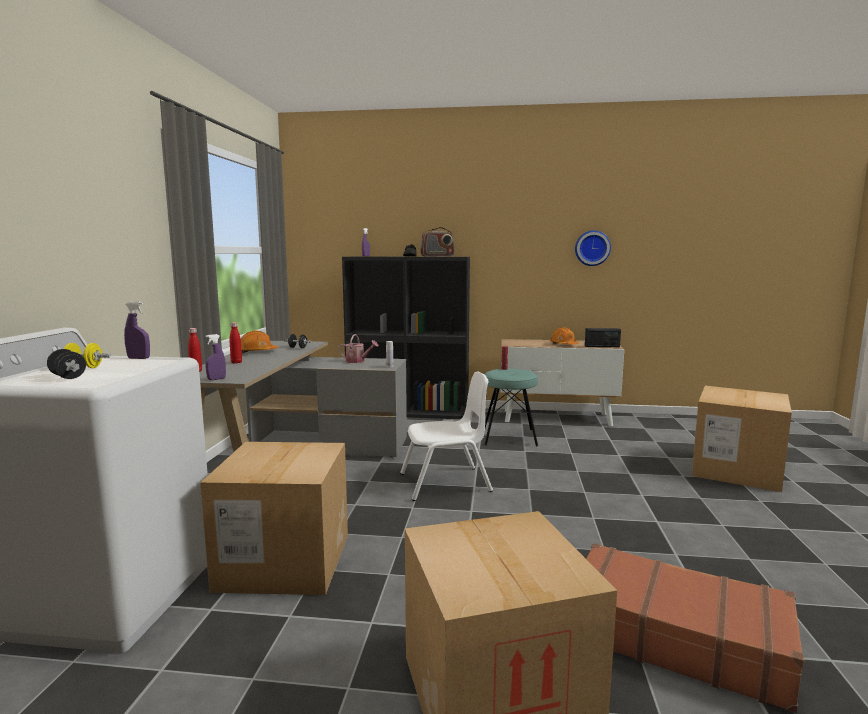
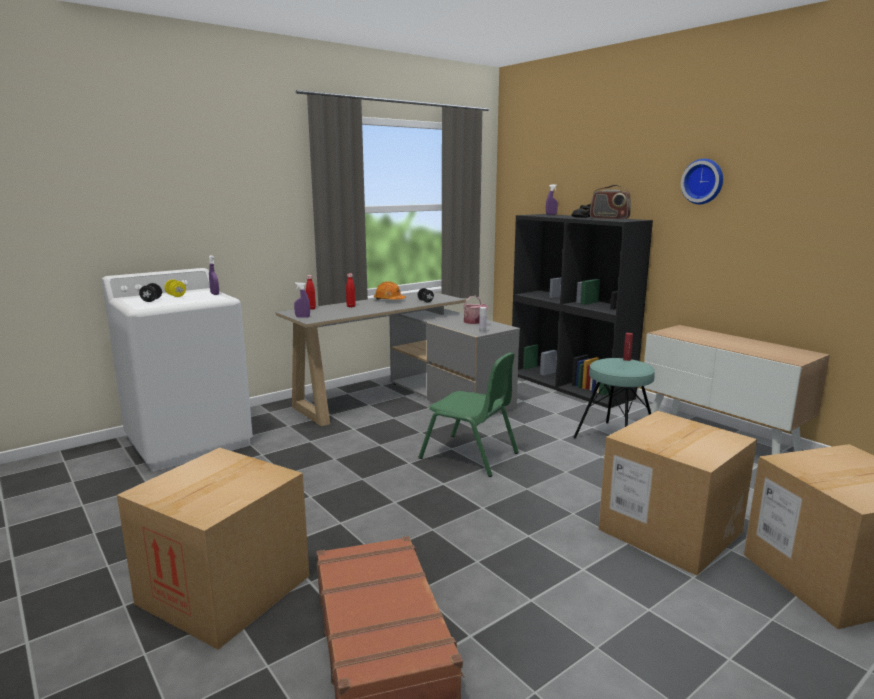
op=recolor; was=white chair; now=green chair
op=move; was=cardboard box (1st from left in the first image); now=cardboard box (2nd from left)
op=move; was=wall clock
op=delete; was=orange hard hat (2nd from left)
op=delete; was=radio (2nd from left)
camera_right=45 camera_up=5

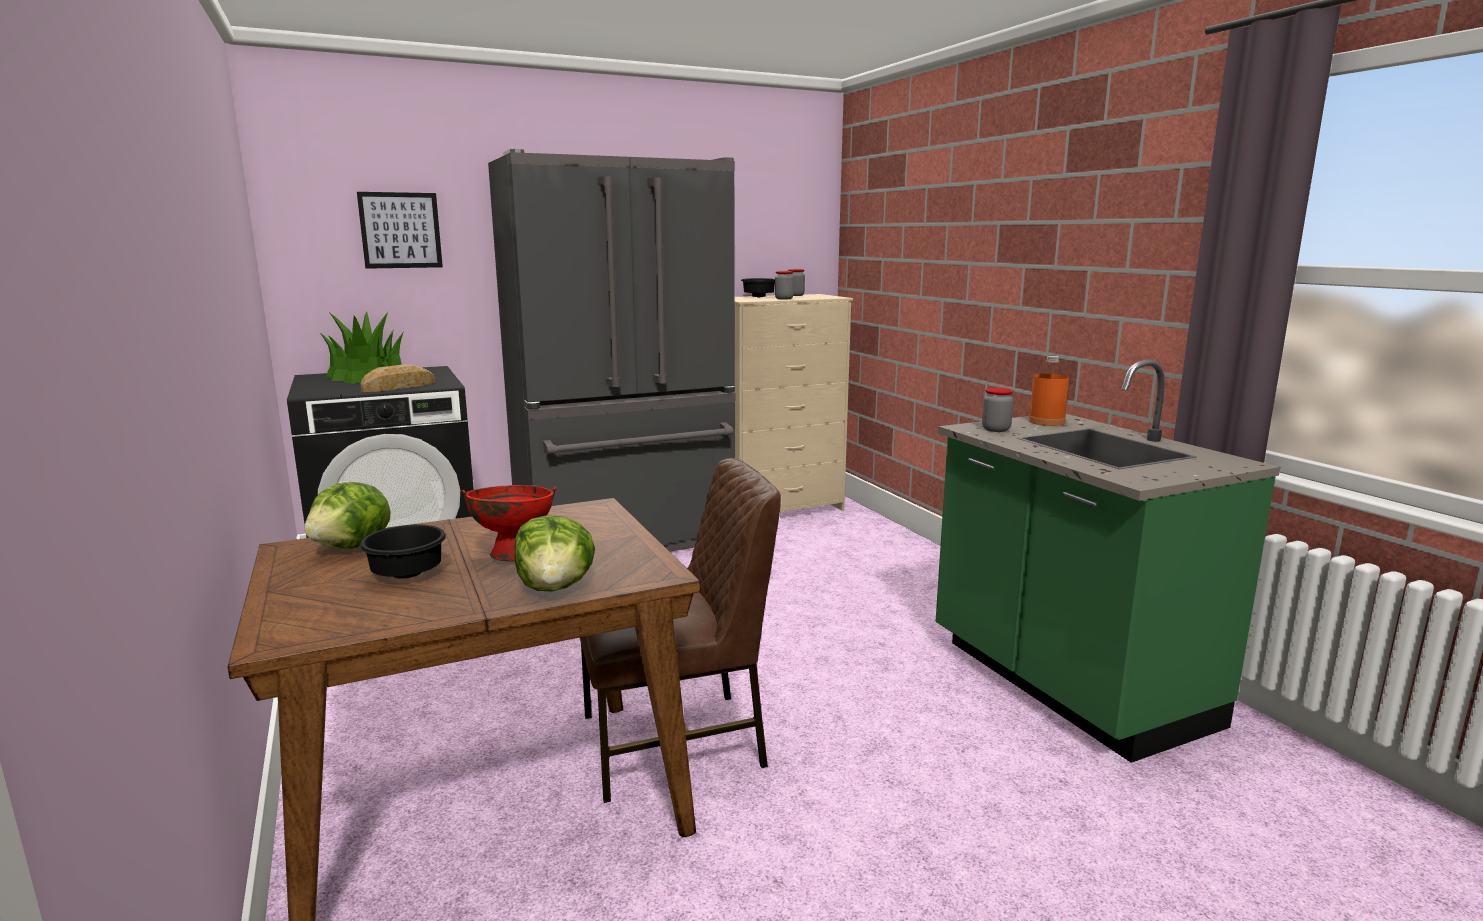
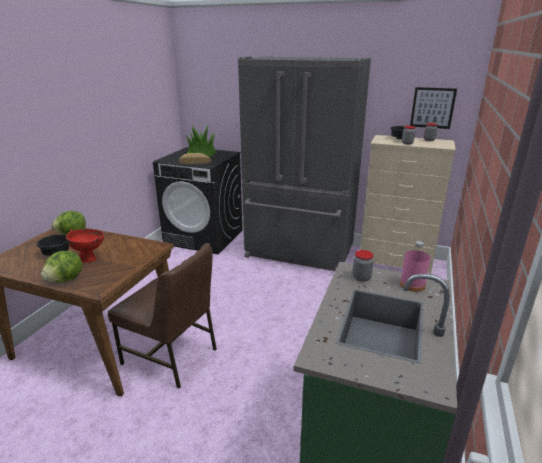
op=recolor; was=orange bottle; now=pink bottle
op=move; was=picture
camera_right=45 camera_up=10

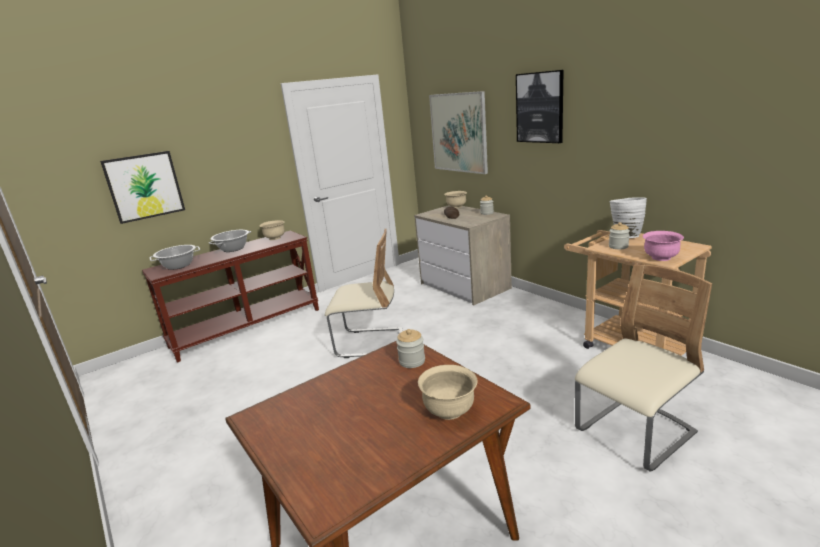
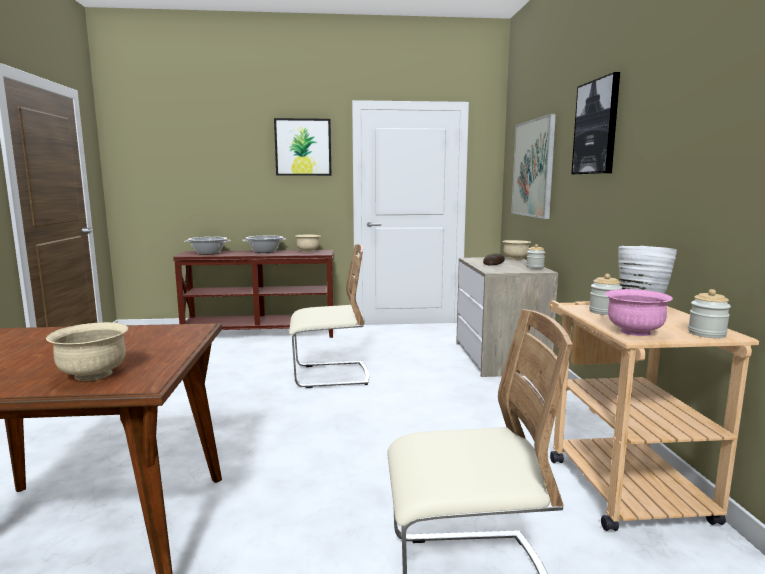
op=move; was=picture (1st from left)
op=rotate; was=beige chair (1st from left); clockwise=-45
op=move; was=jar (1st from left in the first image); now=jar (3rd from left)
camera_right=30 camera_up=-10

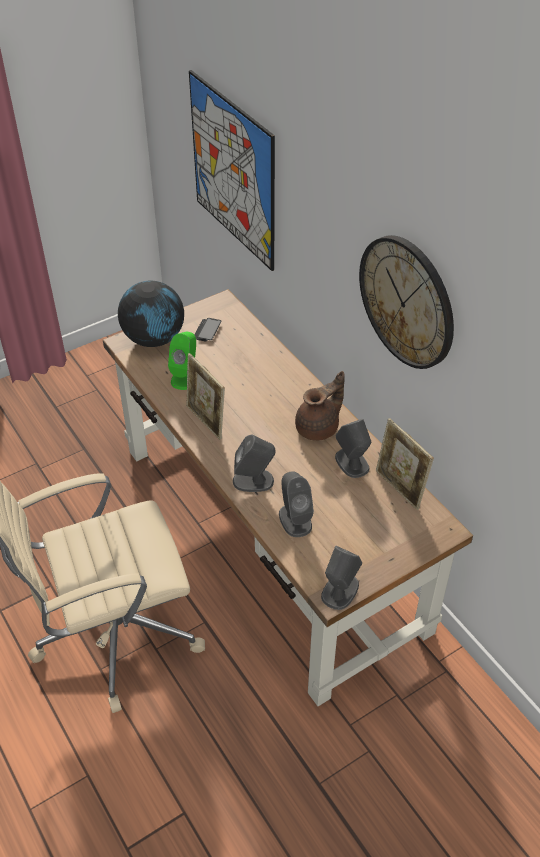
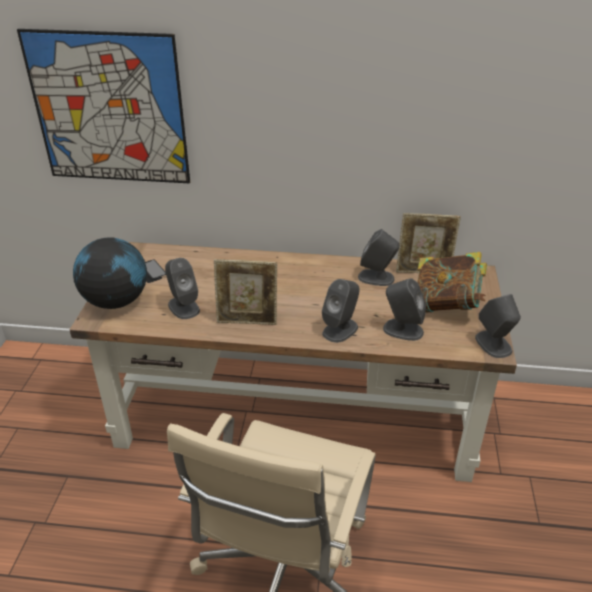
op=recolor; was=green speaker; now=grey speaker (1st from left)
op=insert; now=book
op=delete; was=brown teapot
op=delete; was=wall clock
camera_right=-50 camera_up=-10

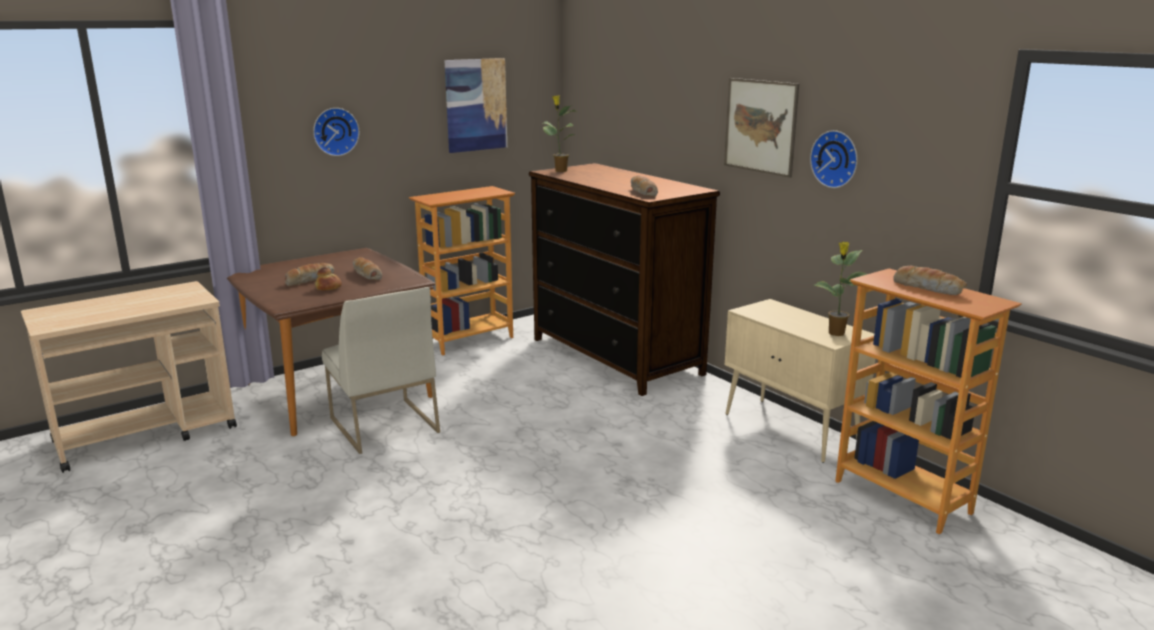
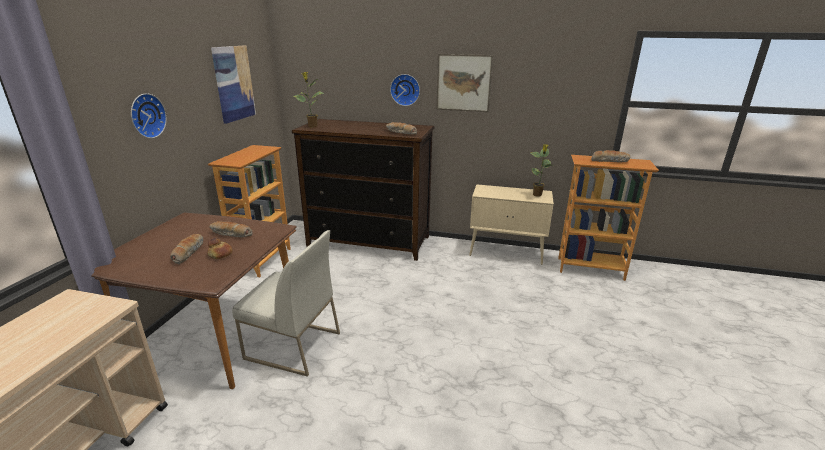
op=move; was=wall clock (2nd from left)
camera_right=-40 camera_up=5

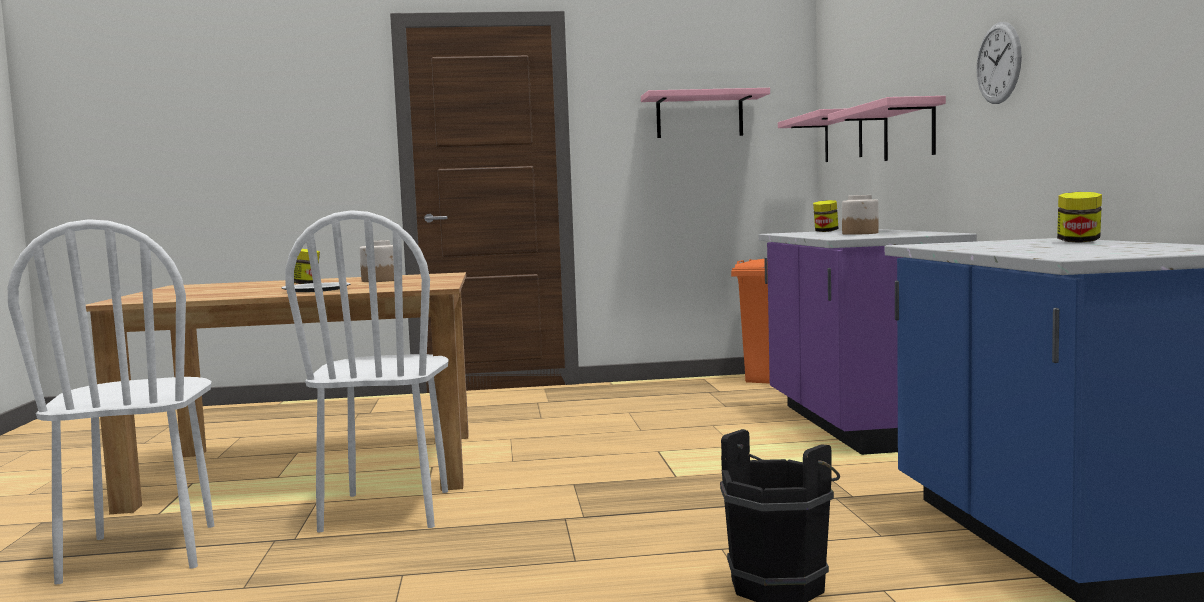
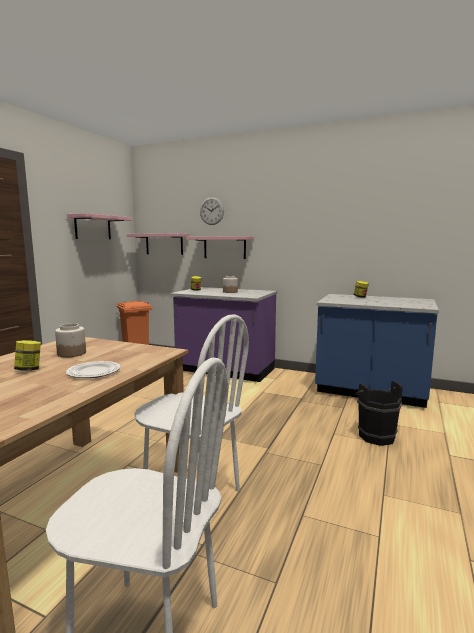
op=move; was=wall clock
camera_right=-60 camera_up=5

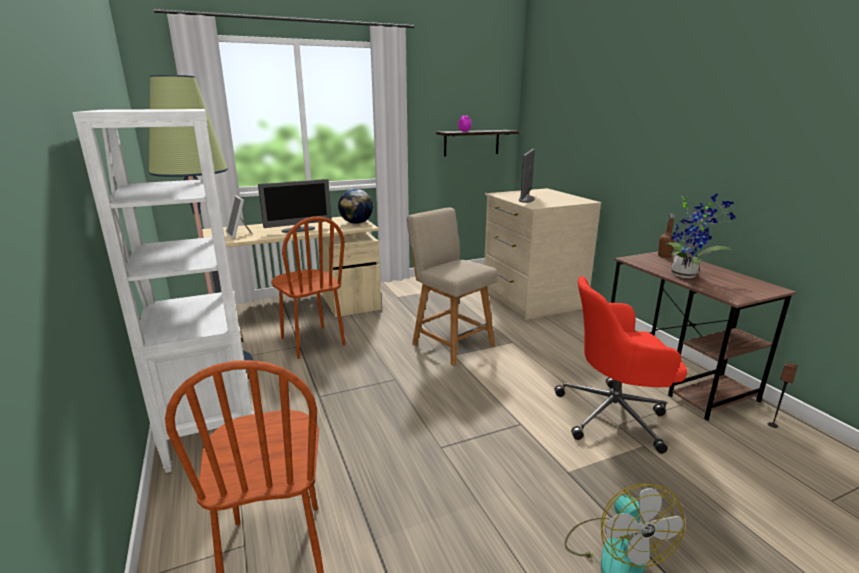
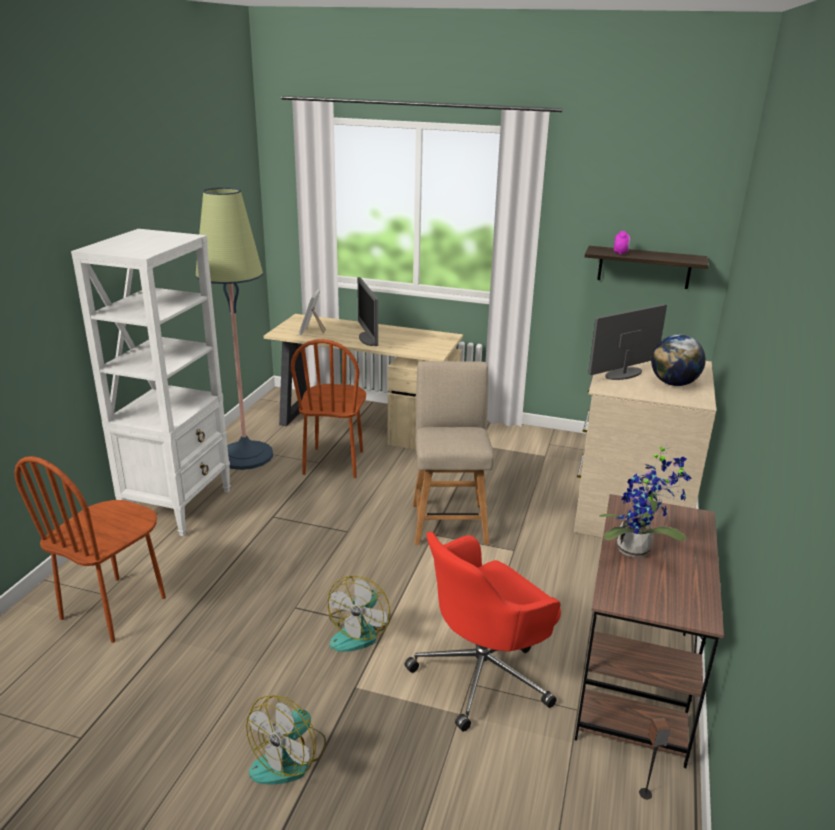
op=insert; now=fan (2nd from left)
op=rotate; was=monitor (1st from left); clockwise=60
op=rotate; was=red office chair; clockwise=-75
op=move; was=globe
op=delete; was=brown bottle
camera_right=40 camera_up=5

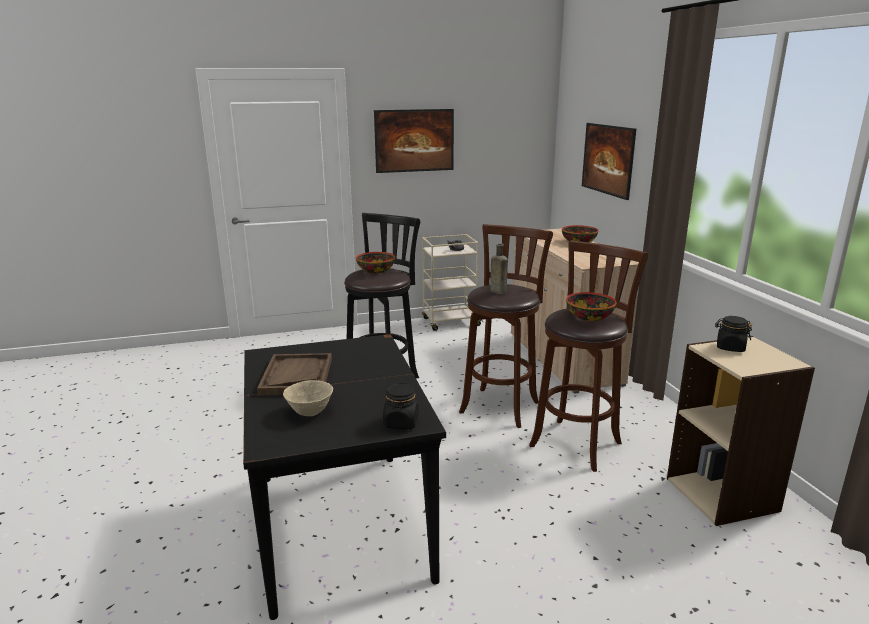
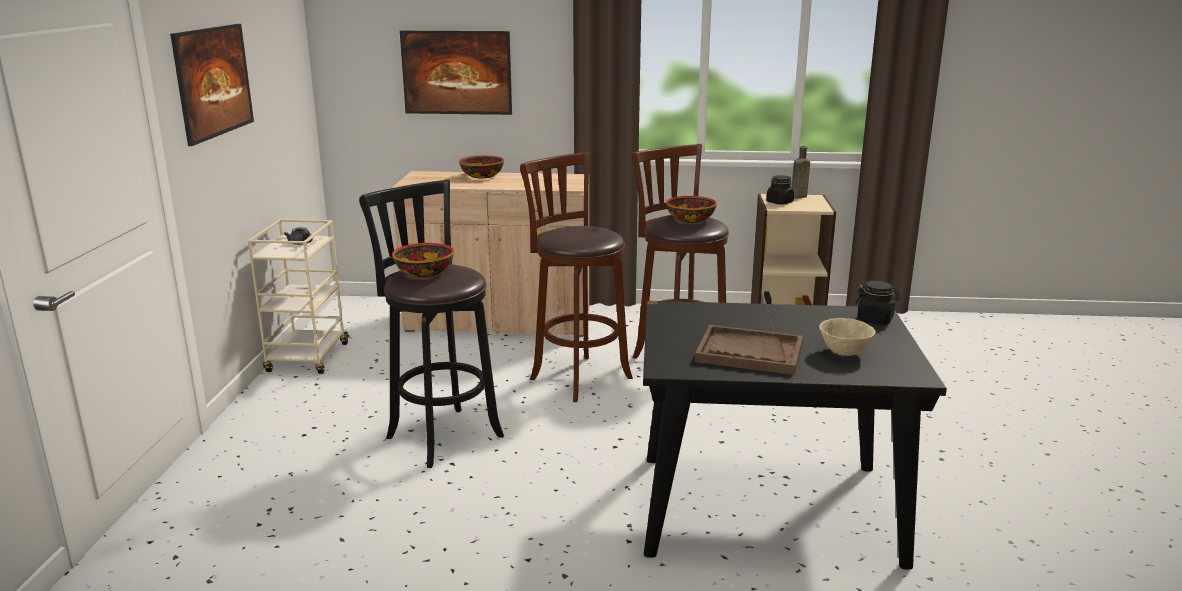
op=move; was=brown bottle
camera_right=-70 camera_up=0

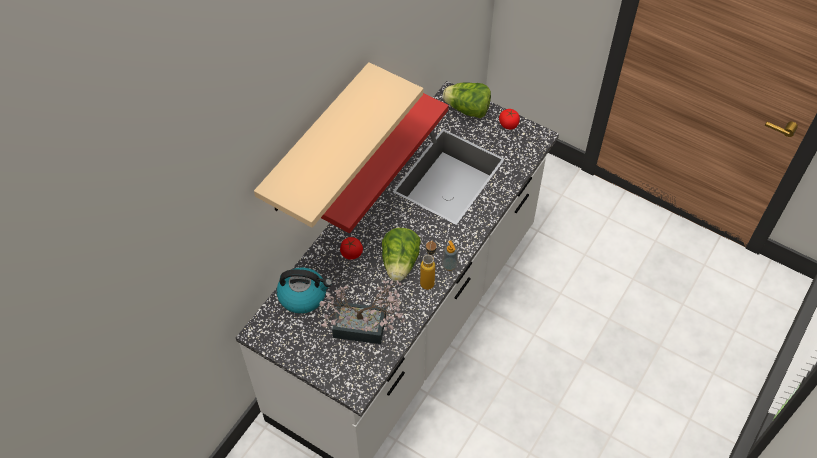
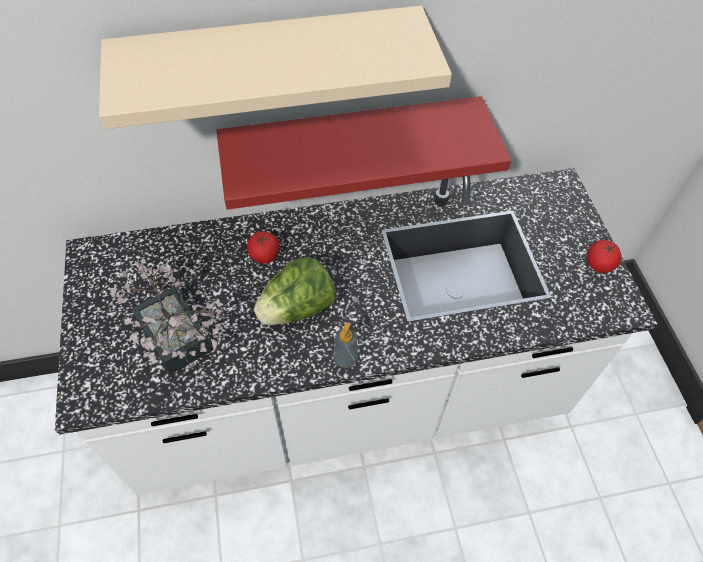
op=delete; was=kettle
op=delete; was=bottle
op=delete; was=lettuce (2nd from left)
camera_right=45 camera_up=0

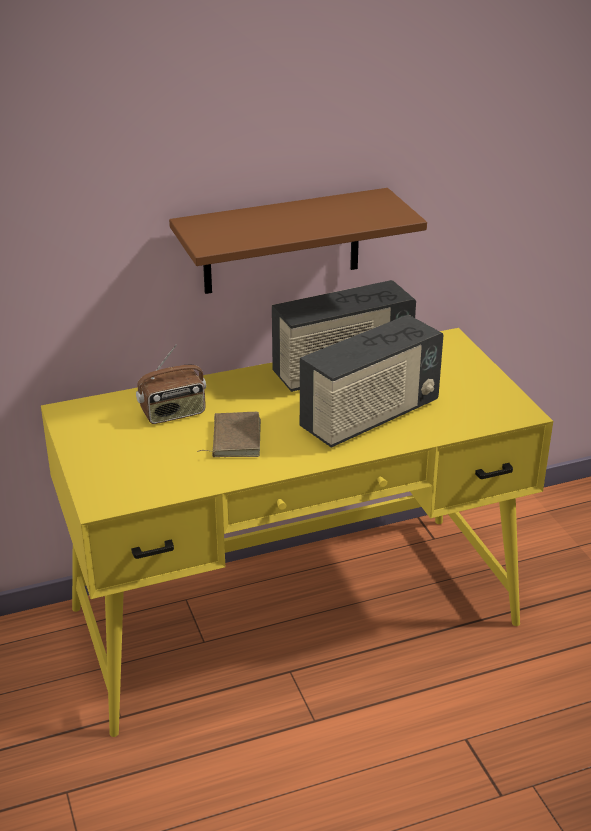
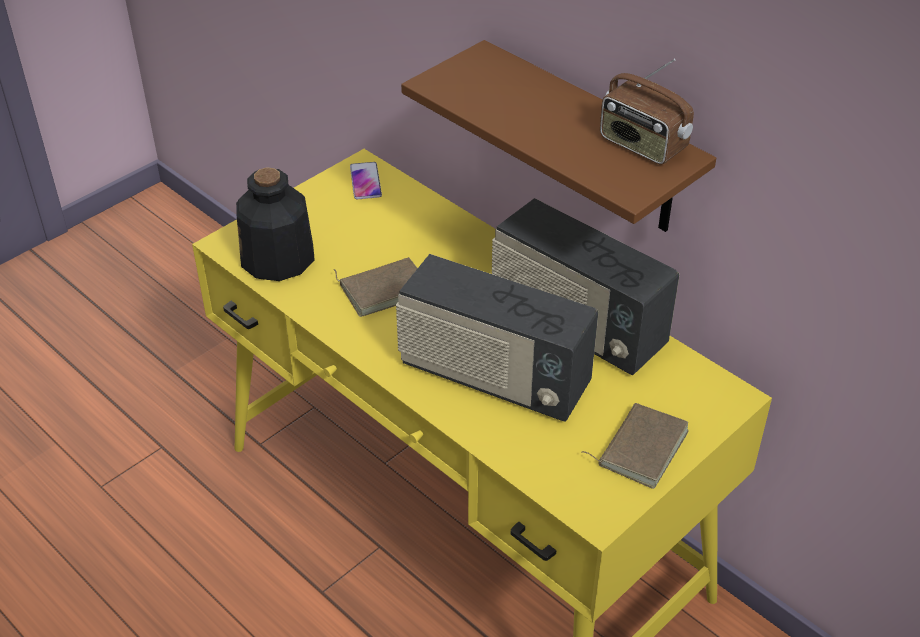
op=insert; now=bottle
op=insert; now=phone
op=insert; now=brown book (2nd from left)
op=move; was=radio (1st from left in the first image); now=radio (3rd from left)
camera_right=65 camera_up=10

